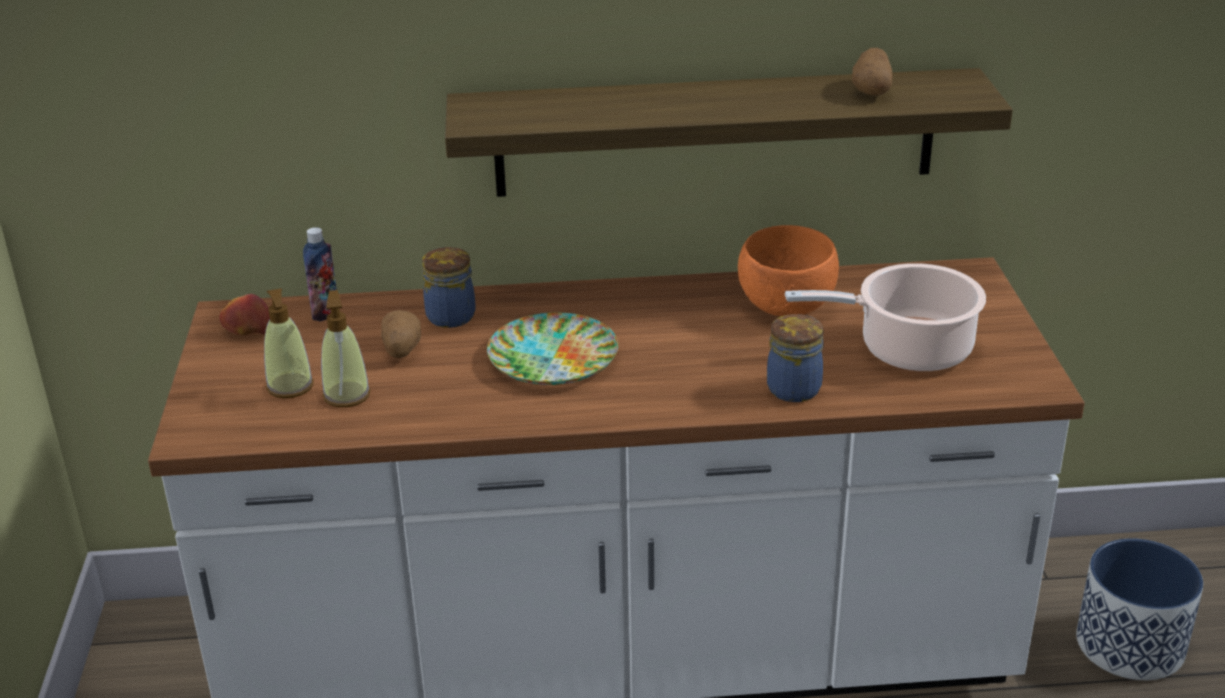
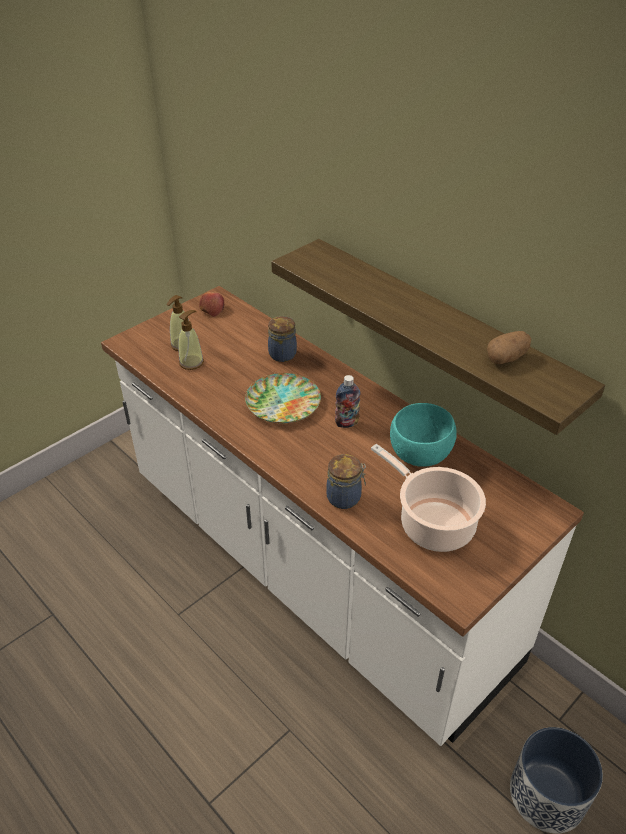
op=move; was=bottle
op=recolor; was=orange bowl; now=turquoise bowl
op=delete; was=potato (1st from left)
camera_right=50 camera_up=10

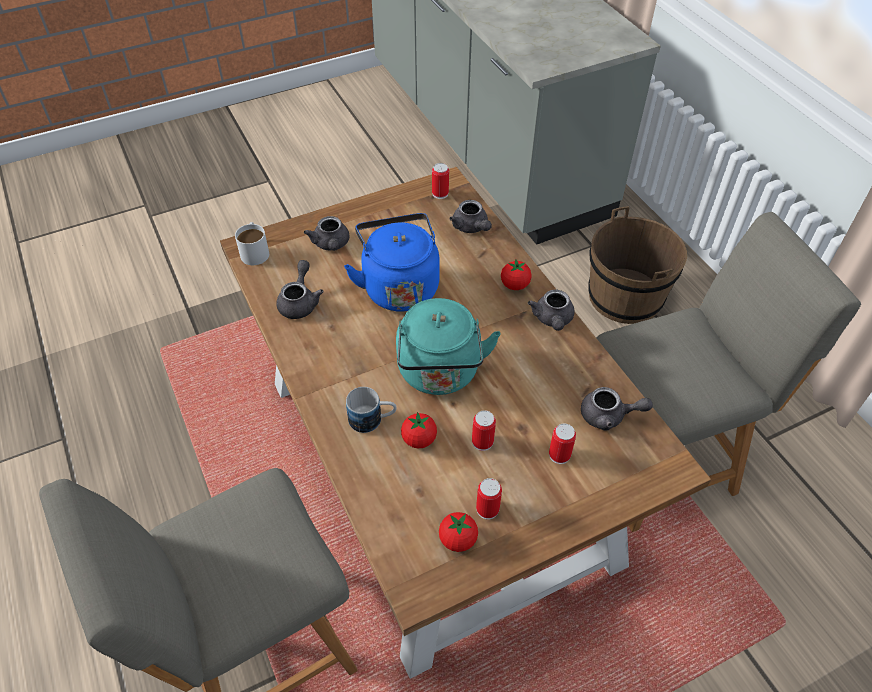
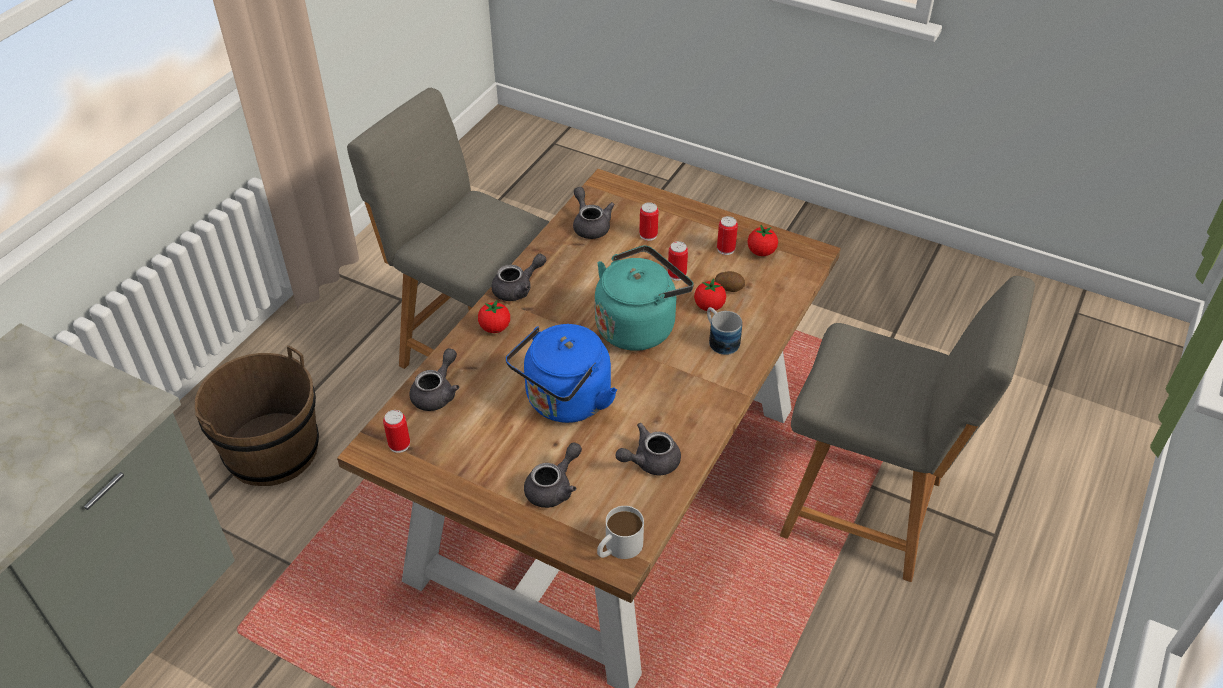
op=insert; now=potato
camera_right=-125 camera_up=-5

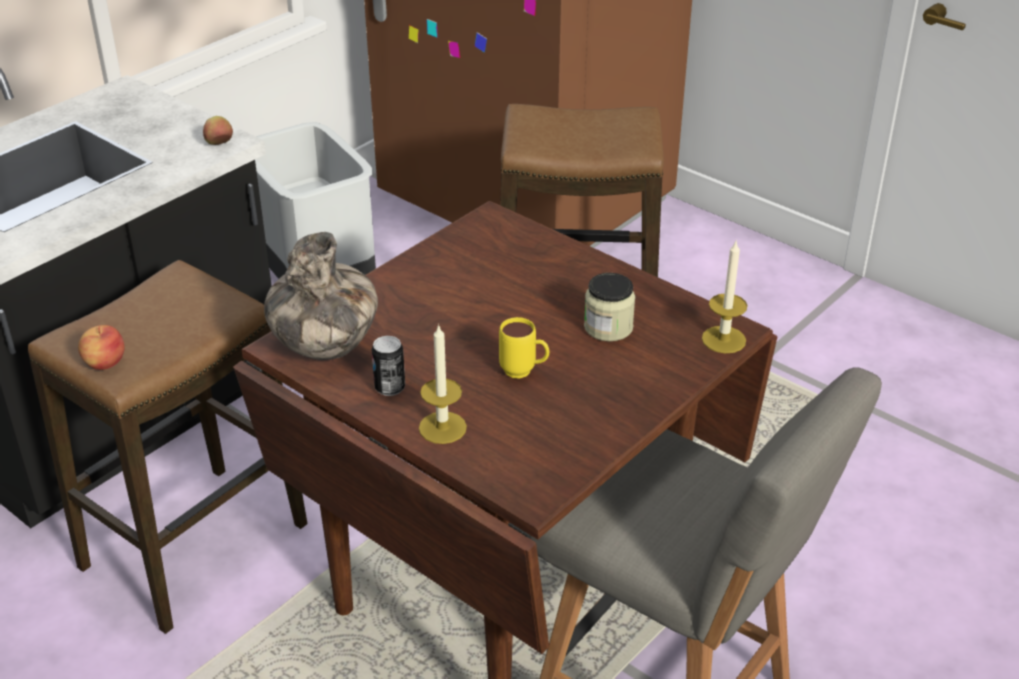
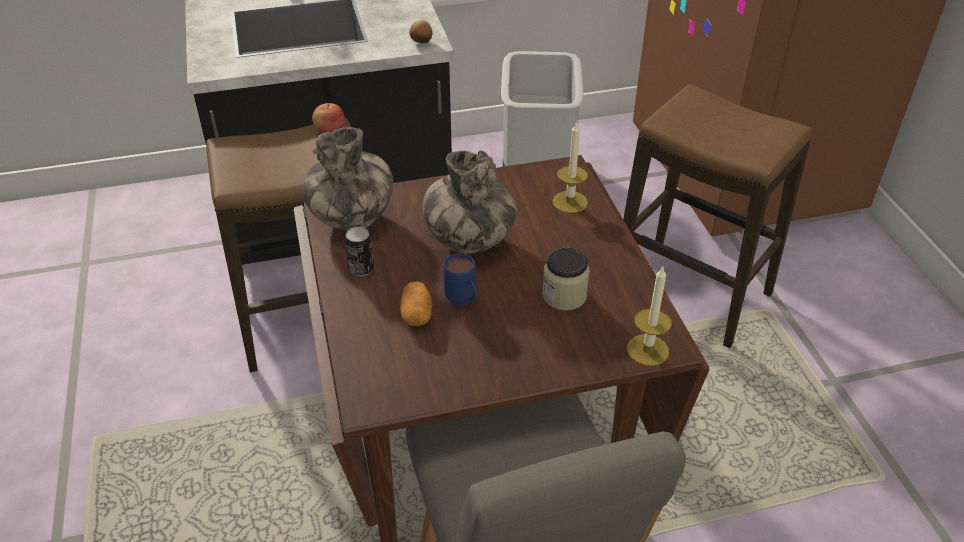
op=move; was=apple (1st from left)
op=insert; now=potato
op=insert; now=vase (2nd from left)
op=recolor; was=yellow mug; now=blue mug
op=move; was=candle (1st from left)
camera_right=35 camera_up=5

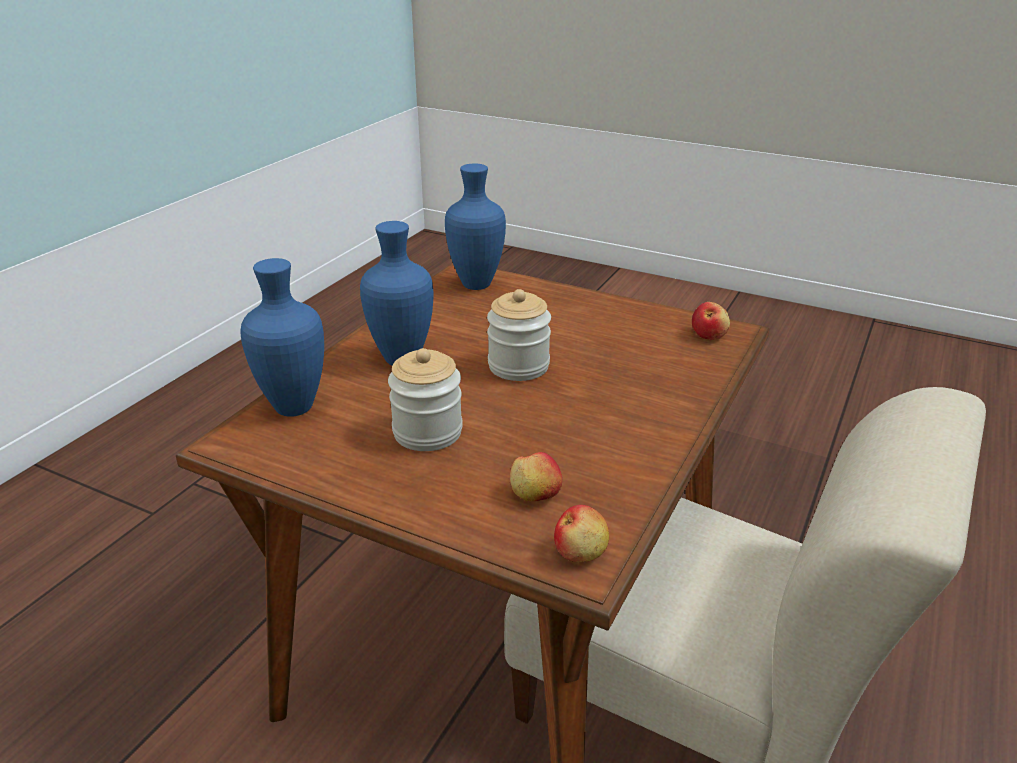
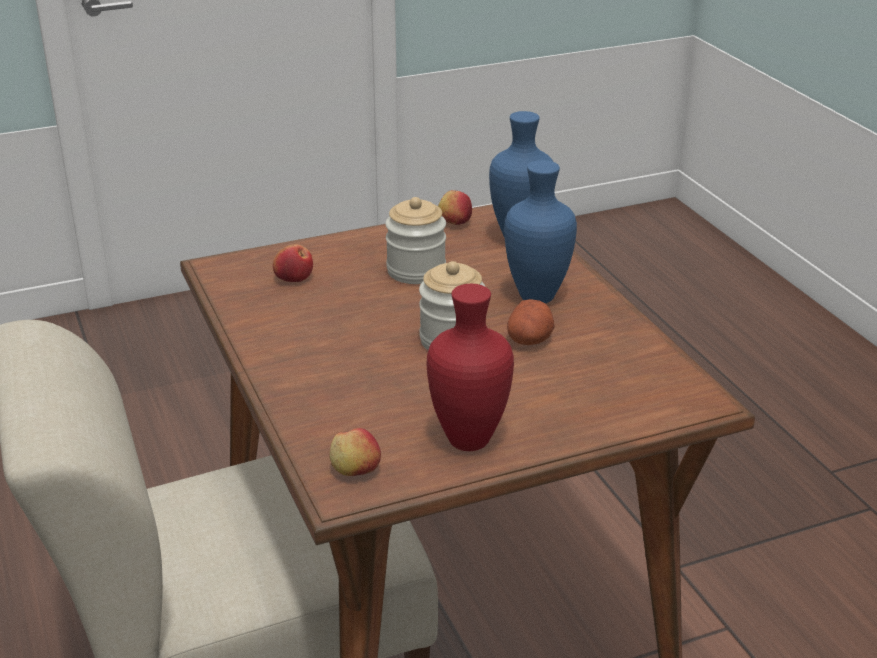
op=insert; now=red vase
op=move; was=apple (2nd from left in the first image); now=apple (3rd from left)
op=insert; now=potato
op=delete; was=blue vase (3rd from left)
camera_right=130 camera_up=0

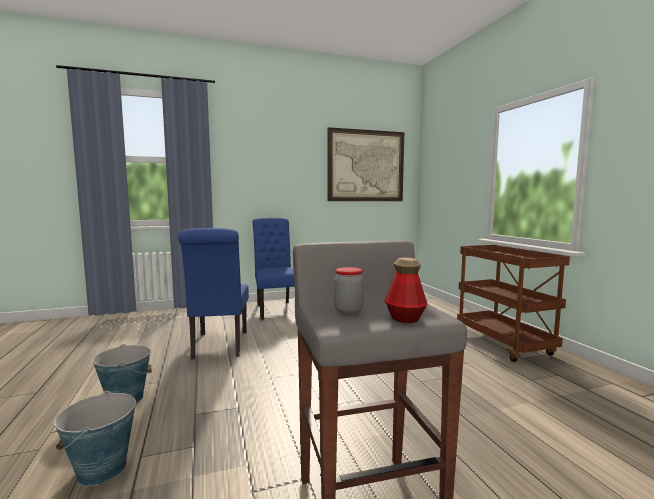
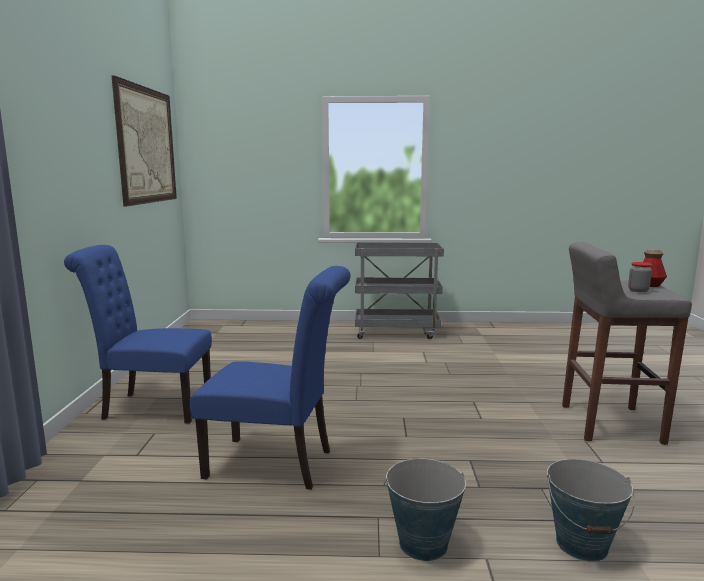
op=recolor; was=brown cart; now=grey cart
camera_right=-70 camera_up=5

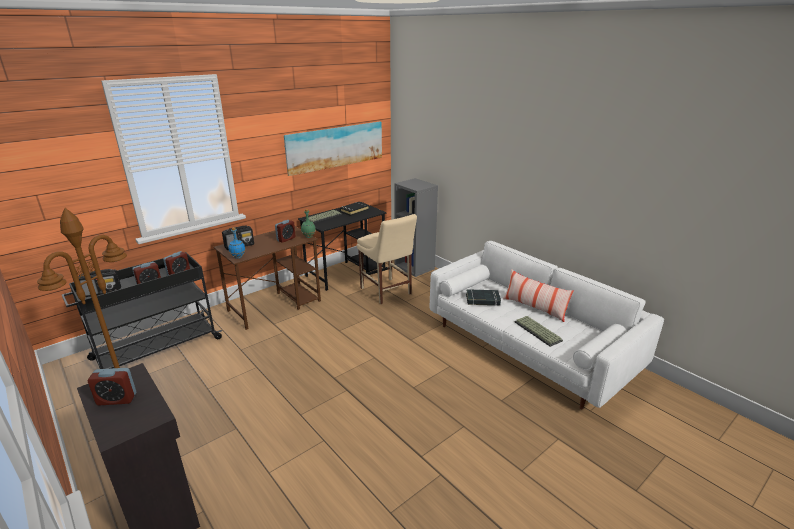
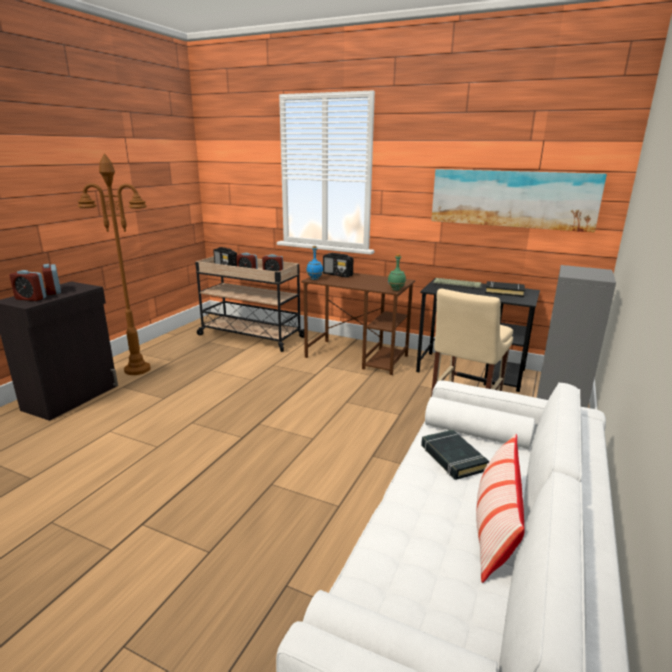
op=move; was=alarm clock (4th from left in the first image); now=alarm clock (1st from left)
op=recolor; was=black cart; now=beige cart
op=delete; was=keyboard (2nd from left)
camera_right=65 camera_up=-5

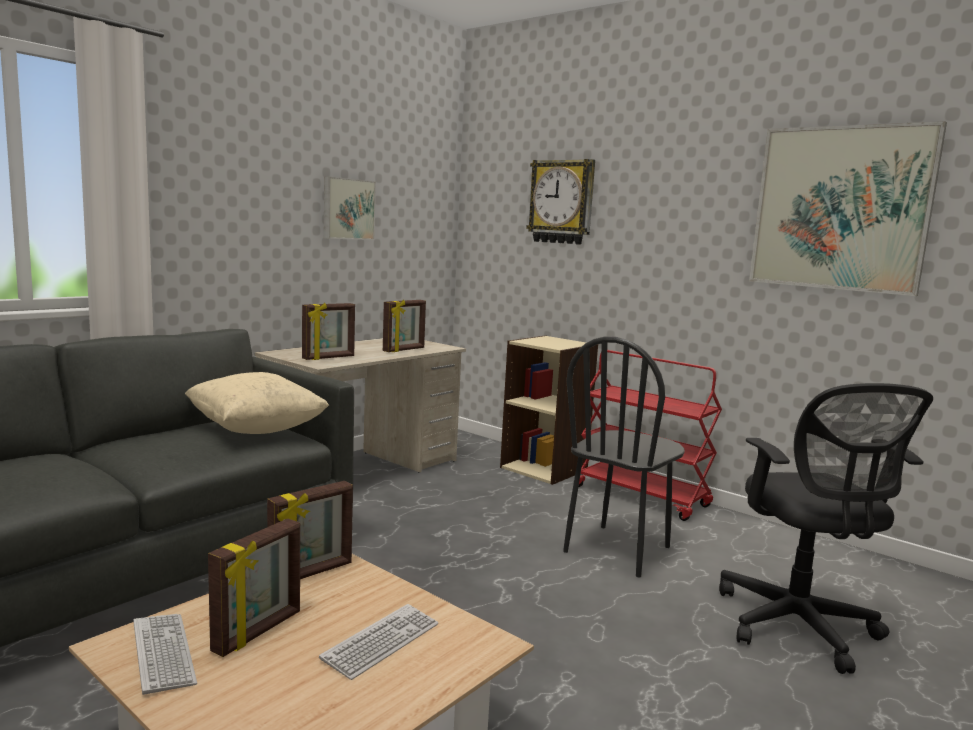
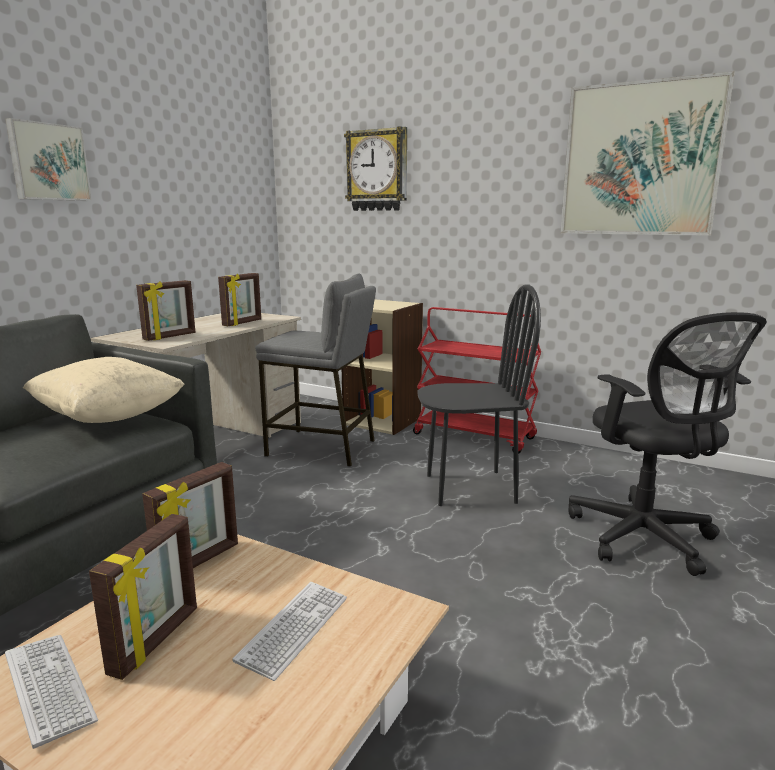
op=move; was=picture (1st from left)
op=insert; now=grey stool
op=rotate; was=black chair; clockwise=-120
camera_right=-10 camera_up=5

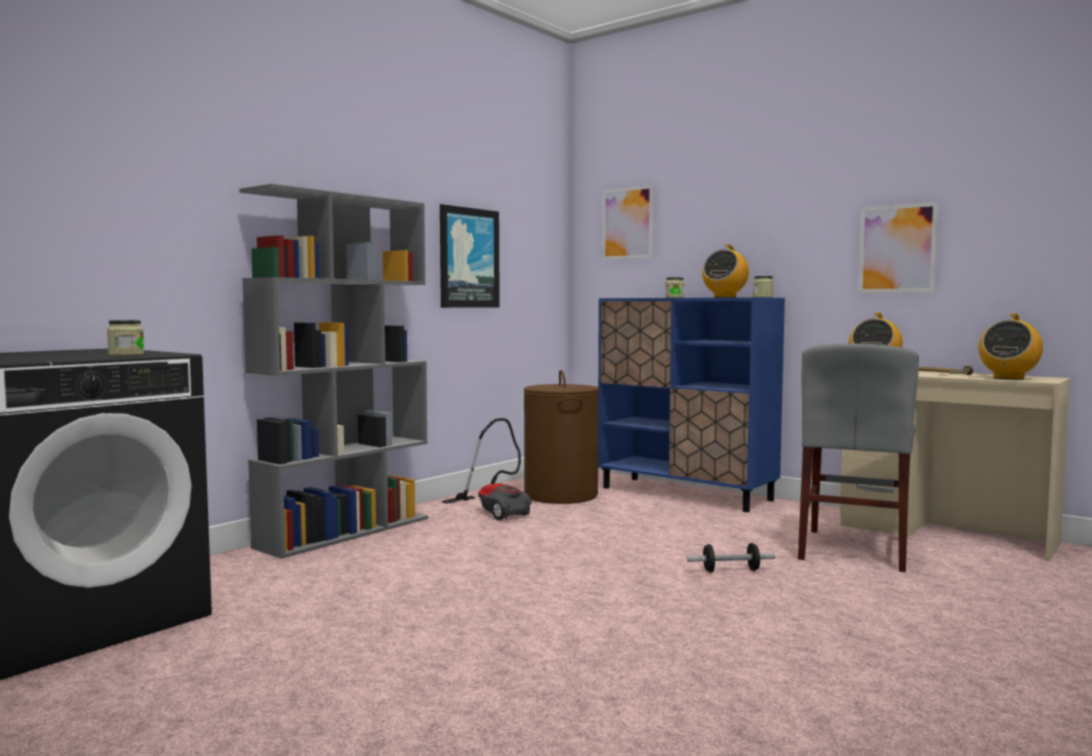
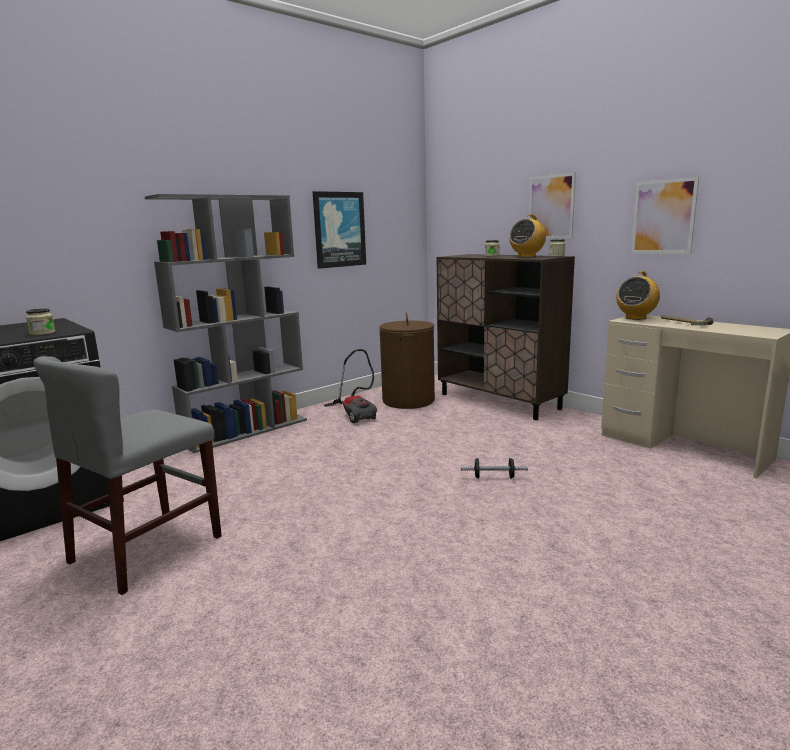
op=move; was=grey chair
op=recolor; was=blue cabinet; now=brown cabinet
op=move; was=picture (2nd from left)
op=delete; was=radio (3rd from left)
camera_right=10 camera_up=10

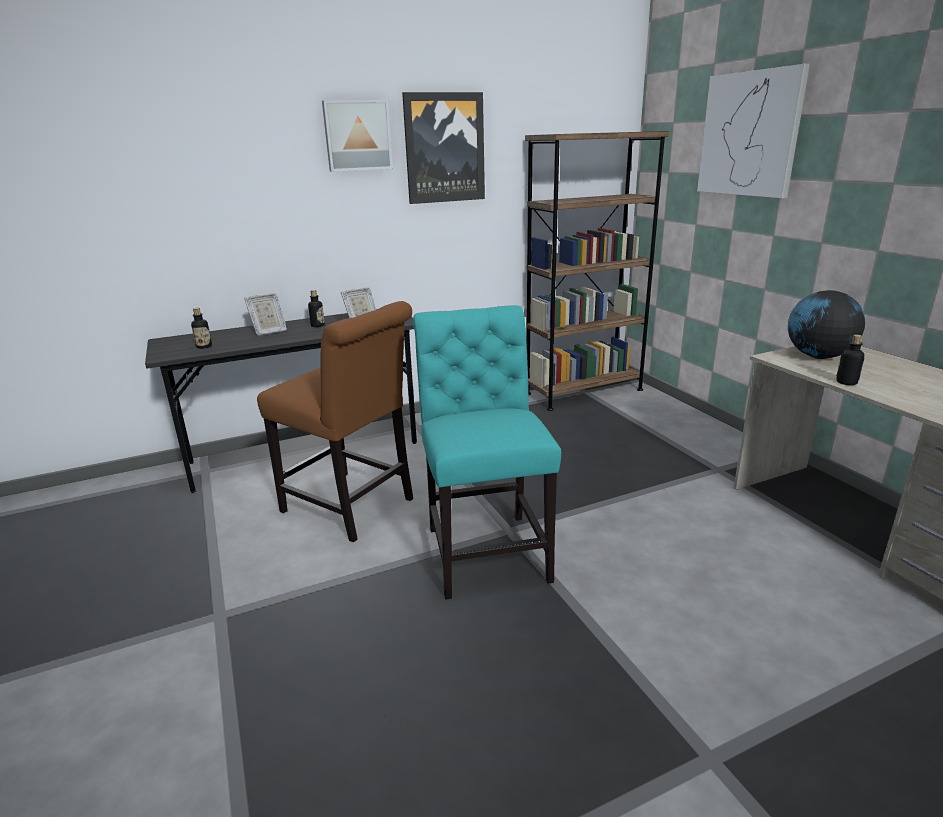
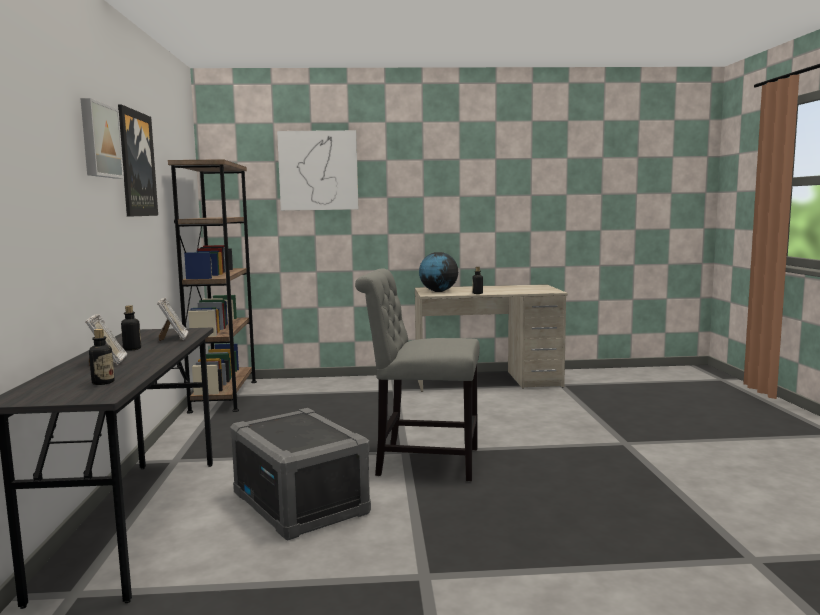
op=replace; was=brown chair; now=grey storage box
op=recolor; was=turquoise chair; now=grey chair
camera_right=-70 camera_up=-15

